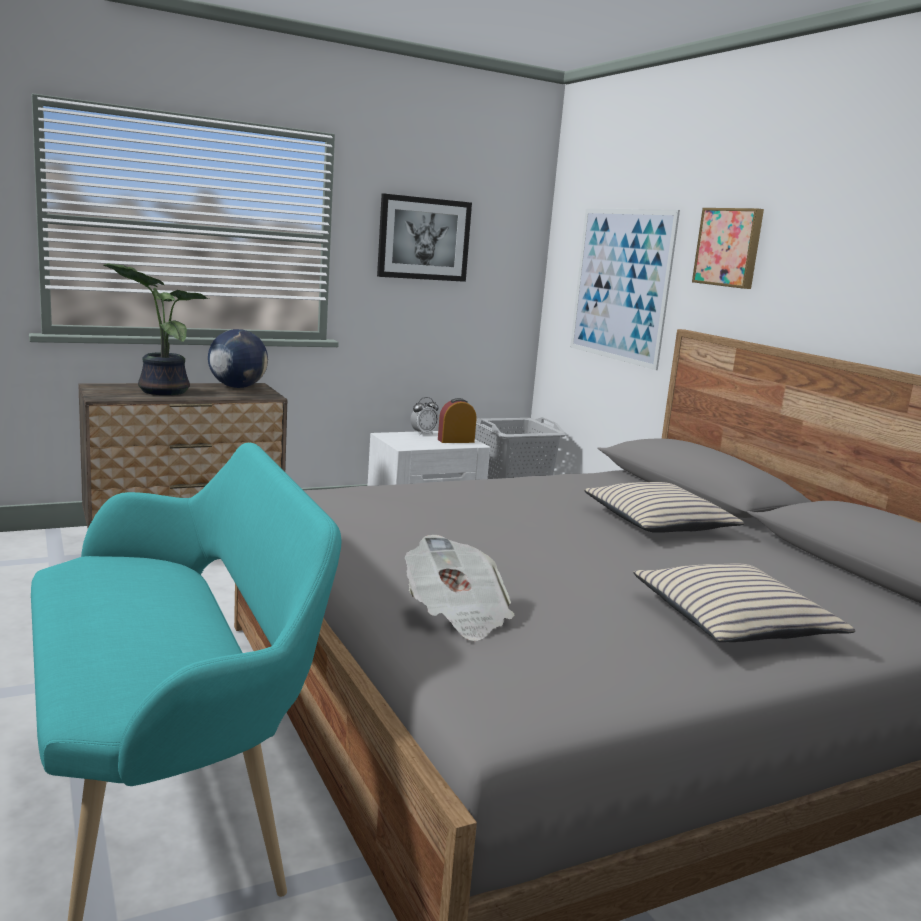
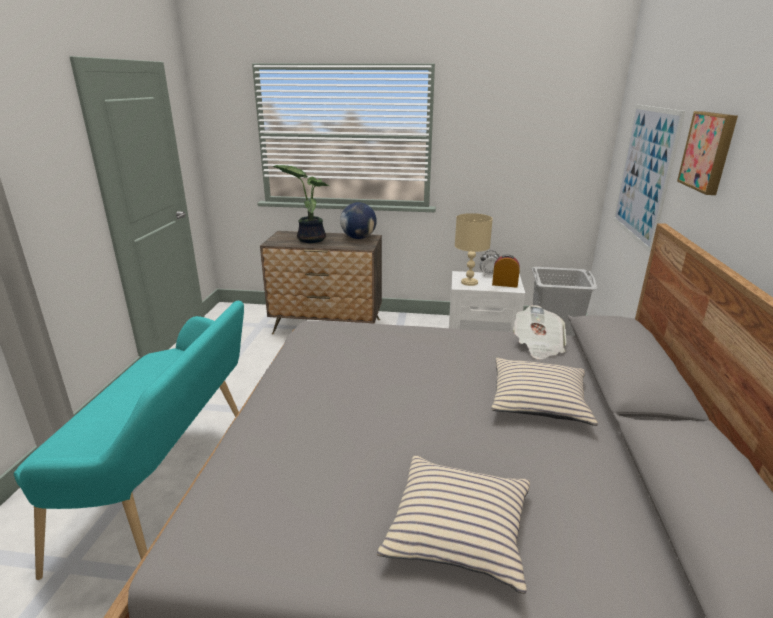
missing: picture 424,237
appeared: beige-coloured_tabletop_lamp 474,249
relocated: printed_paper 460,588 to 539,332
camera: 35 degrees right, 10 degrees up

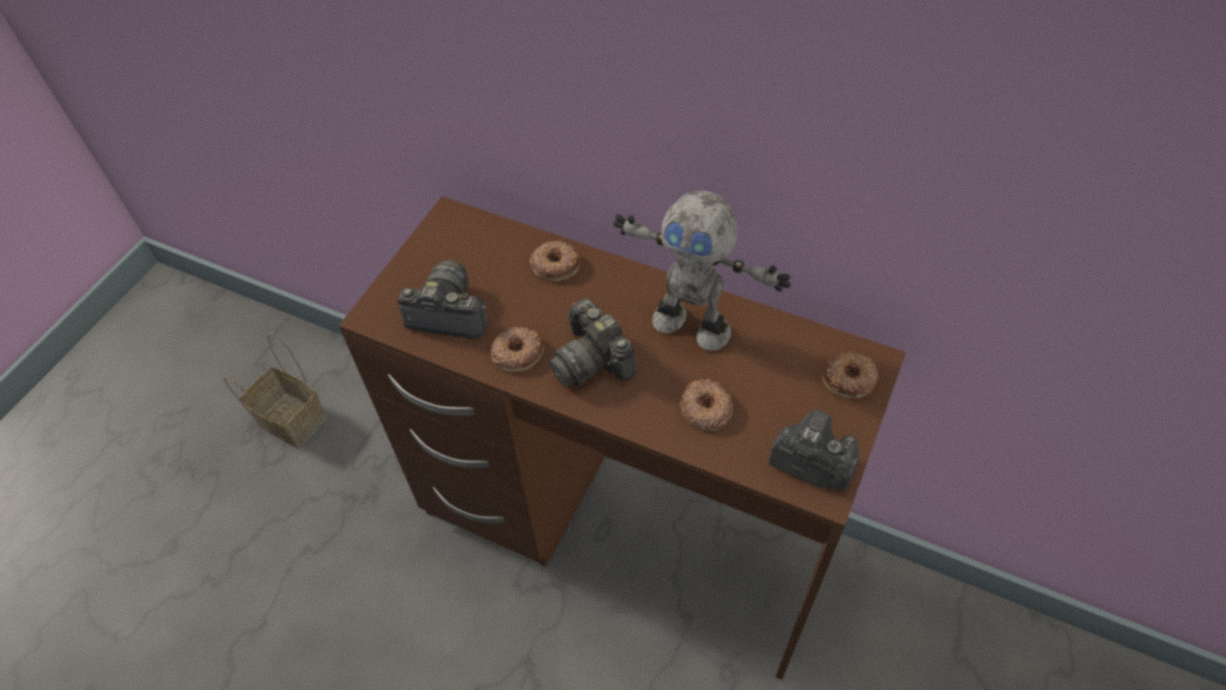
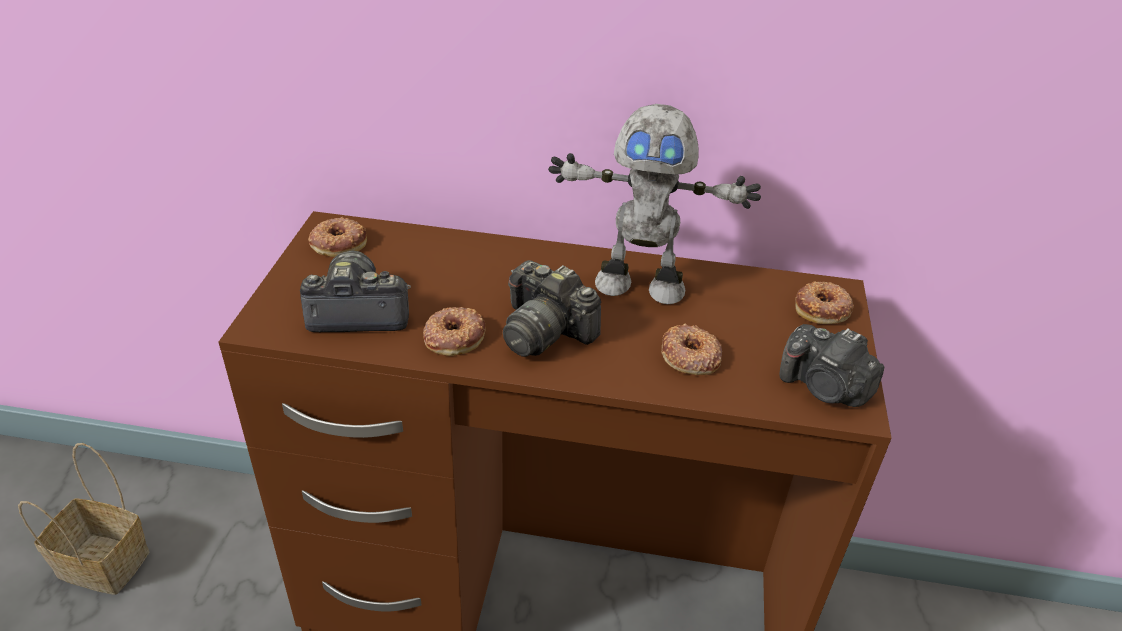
relocated: ring_doughnut 554,261 to 337,237
spun: photo_camera 813,450 = 831,365 150 degrees counterclockwise
camera: 20 degrees left, 15 degrees down

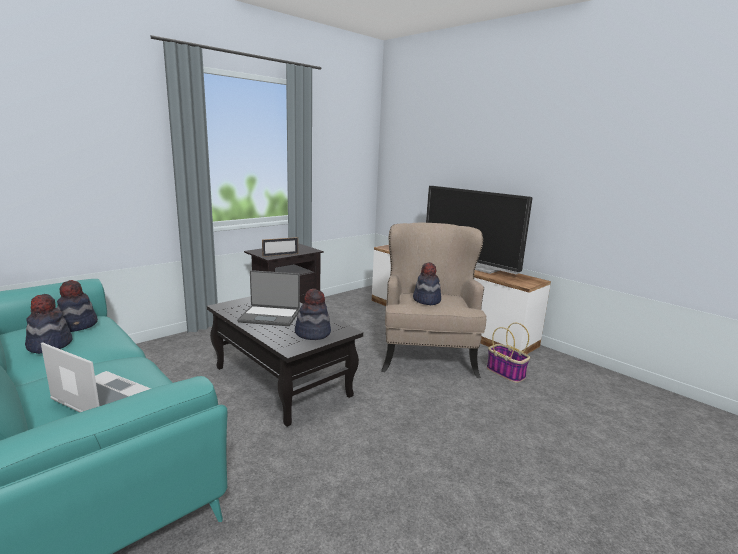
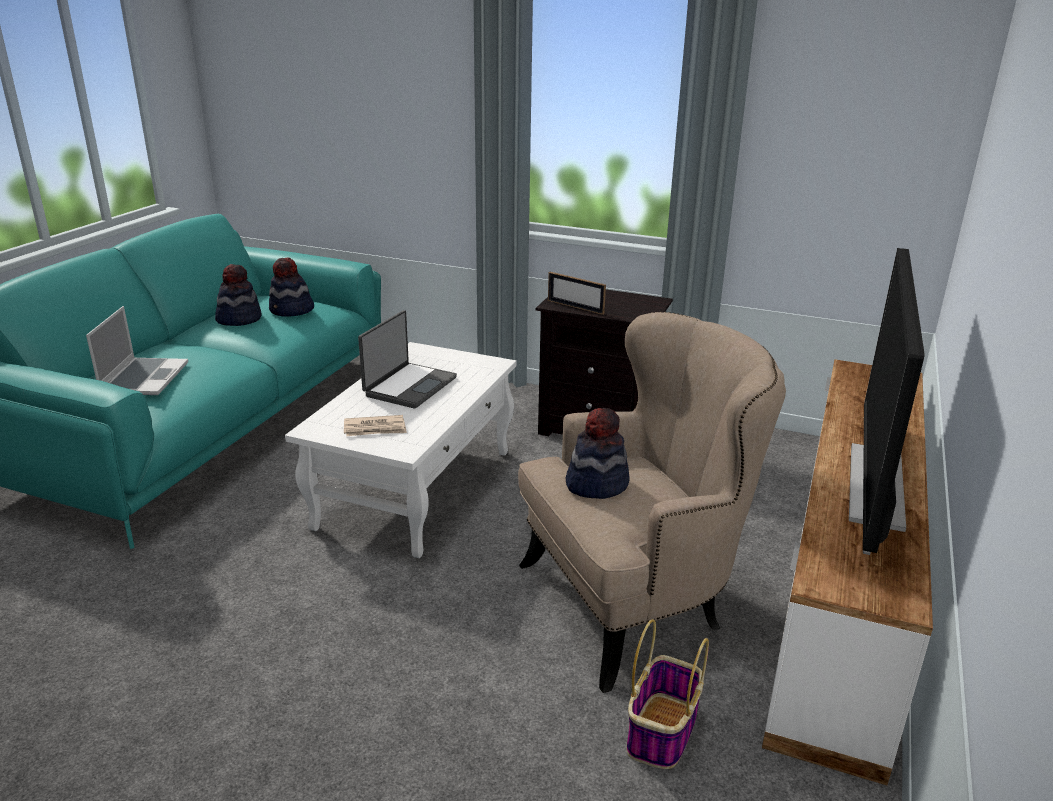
exchanged: hat 313,314 to printed_paper 375,425
colour: blackish_low_table 285,361 to whitish_low_table 401,450
spun: notebook_computer 268,298 = 407,359 135 degrees counterclockwise
camera: 65 degrees right, 10 degrees up

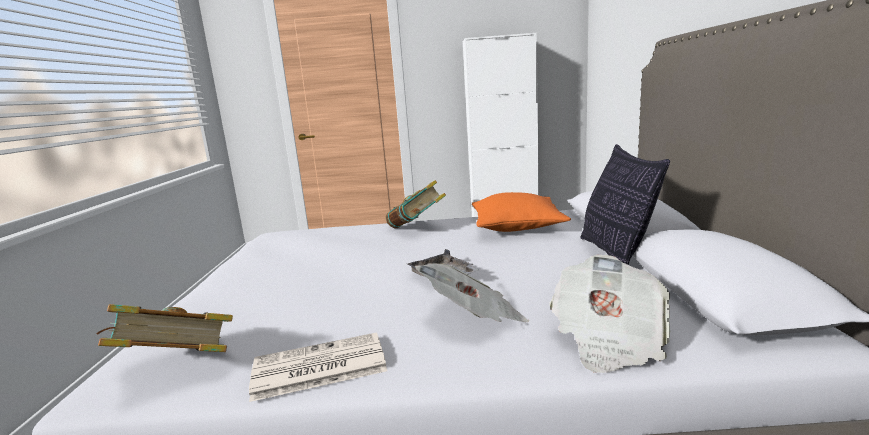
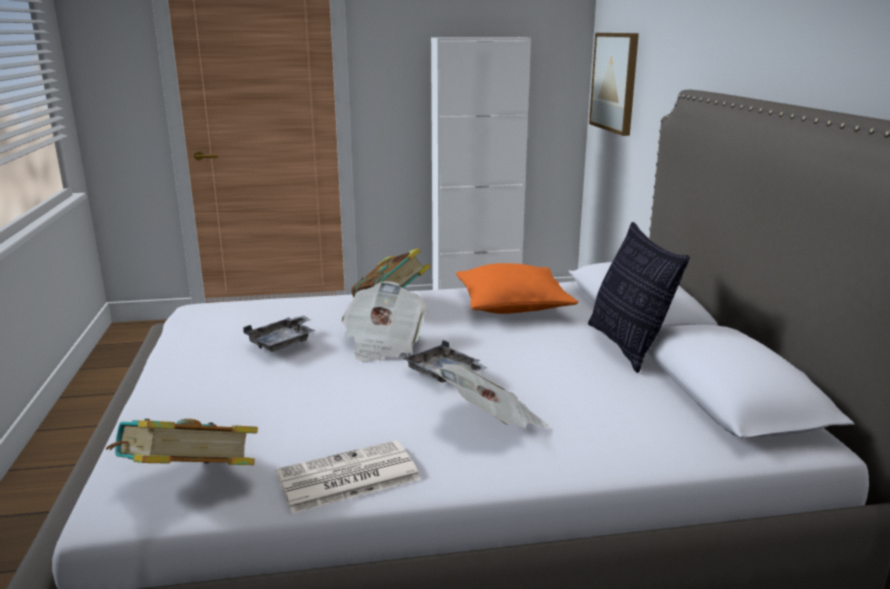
appeared: gray_tray 279,333; picture 614,84
relocated: printed_paper 610,314 to 384,321
camera: 10 degrees left, 5 degrees up

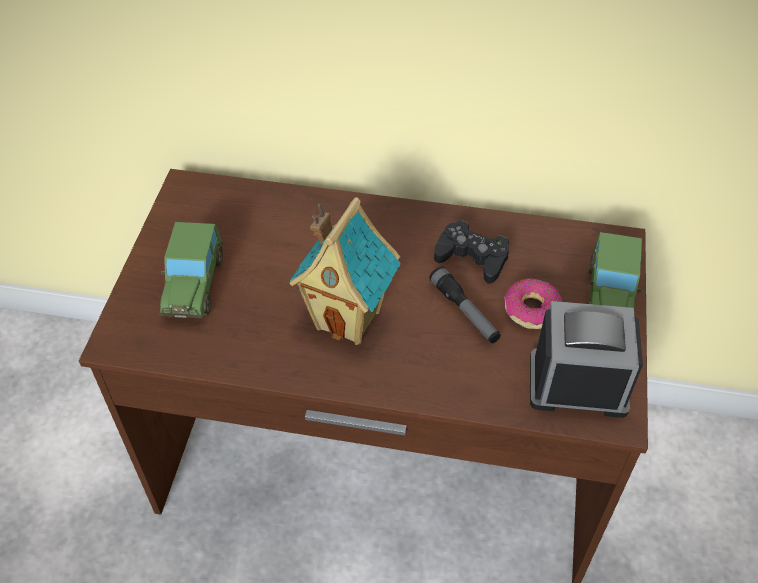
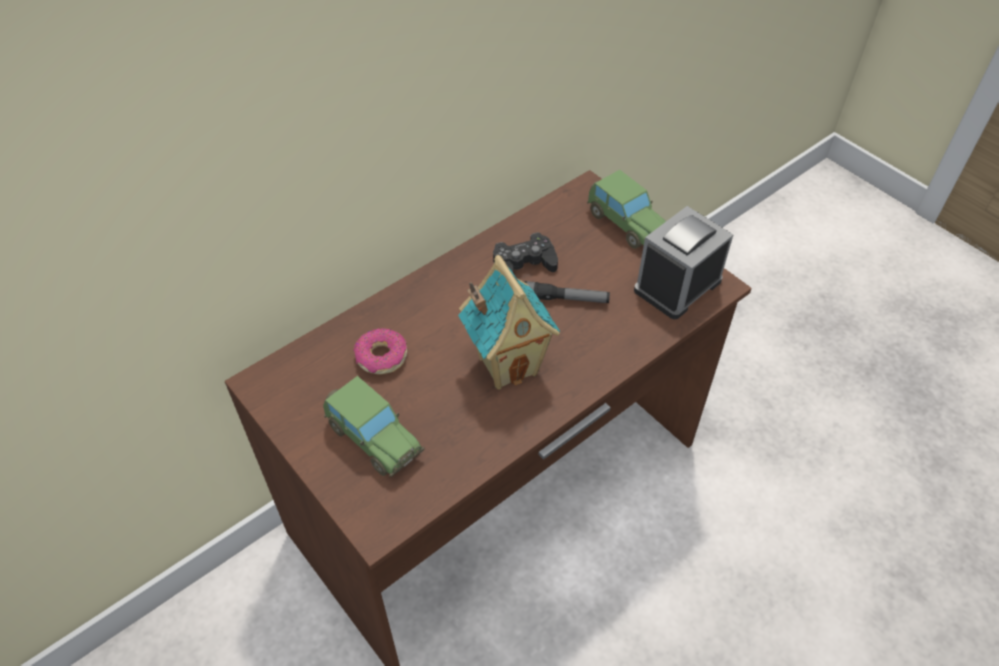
relocated: ring_doughnut 533,303 to 380,351
camera: 50 degrees left, 0 degrees up

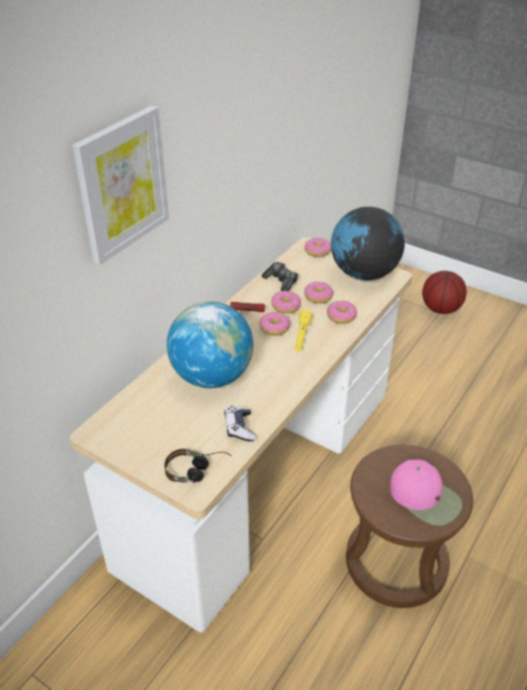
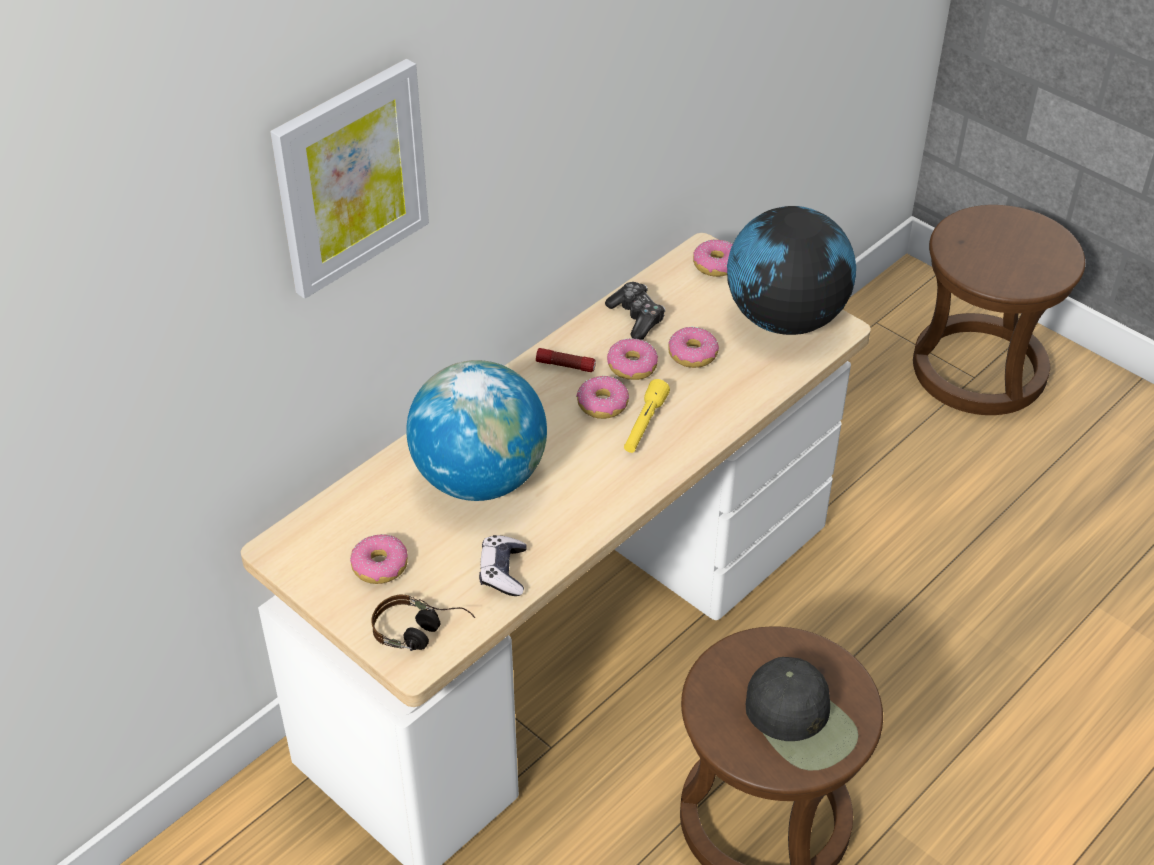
relocated: ring_doughnut 342,312 to 379,559
exchanged: basketball 444,292 to brownish_sitting_stool 999,310
colour: pinkish_cap 426,492 to blackish_cap 802,714
camera: 10 degrees right, 5 degrees up

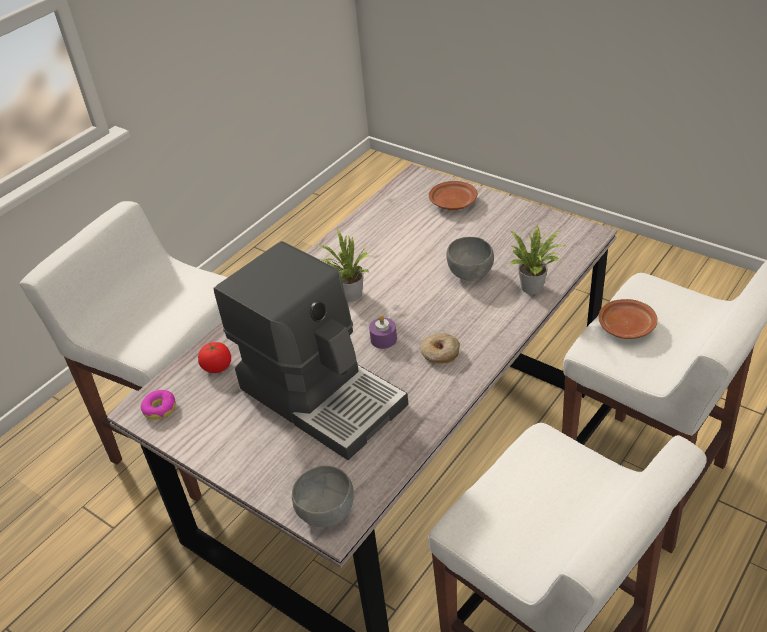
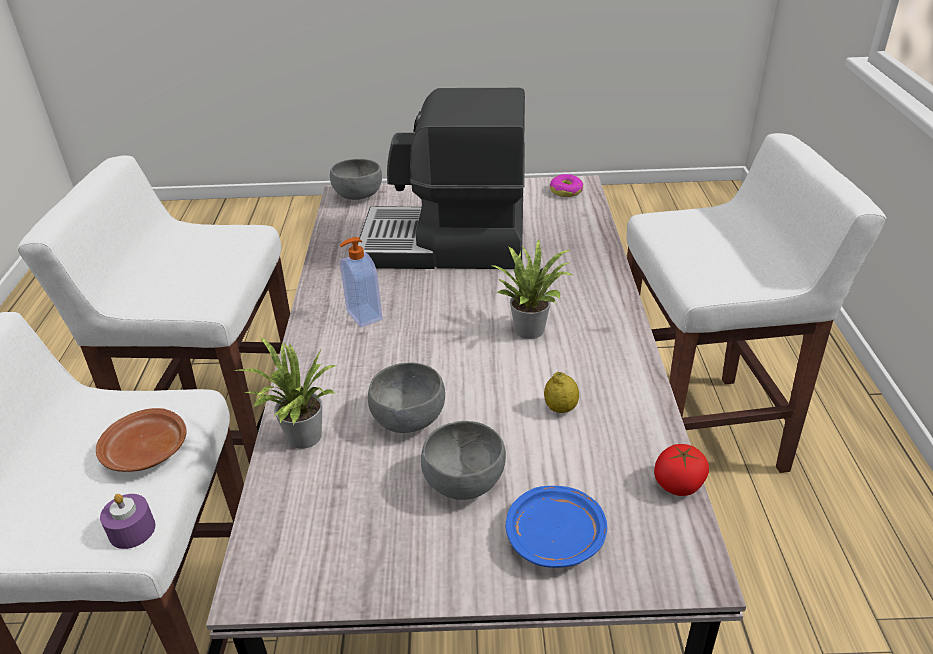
appeared: gray_deep_dish 463,460; lemon 561,392
relocated: fresh_tomato 214,357 to 681,470; purple_candle 383,332 to 127,521
exchanged: ring_doughnut 440,348 to soap_bottle 361,282
colour: brownish_flat_dish 453,195 to blue-coloured_flat_dish 556,527
camera: 140 degrees right, 5 degrees down

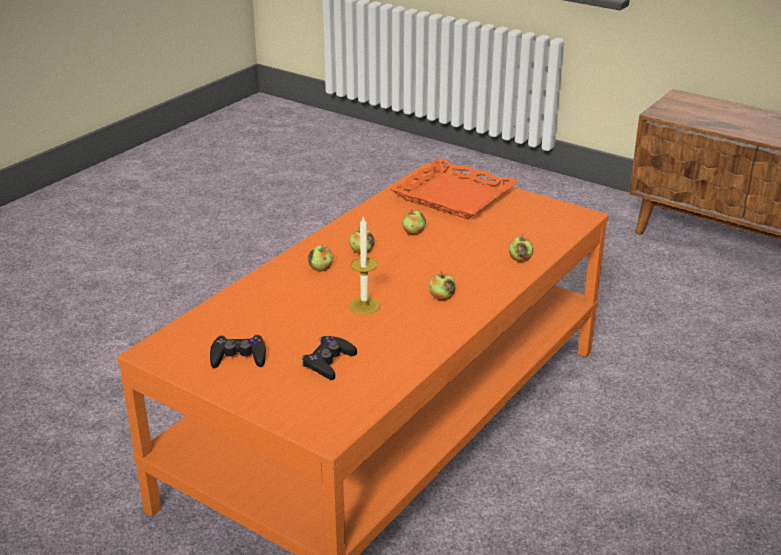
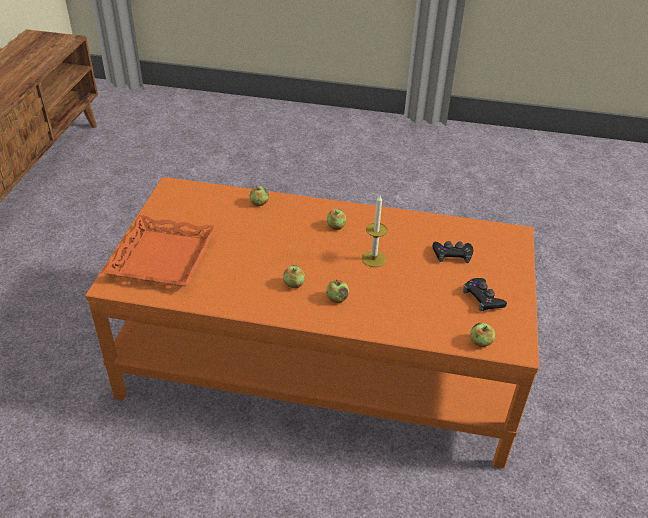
relocated: apple_fruit 414,222 to 482,335
camera: 115 degrees left, 10 degrees up

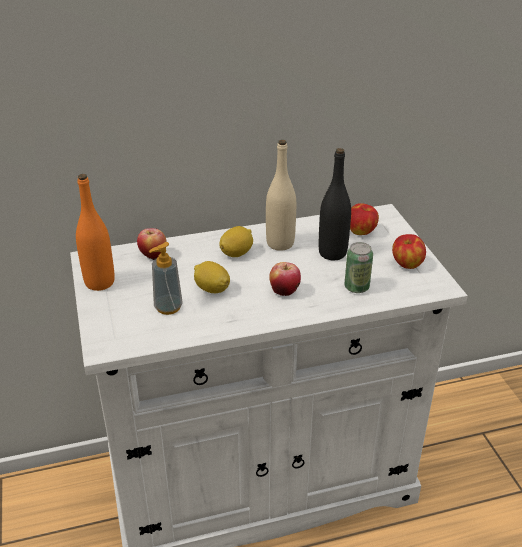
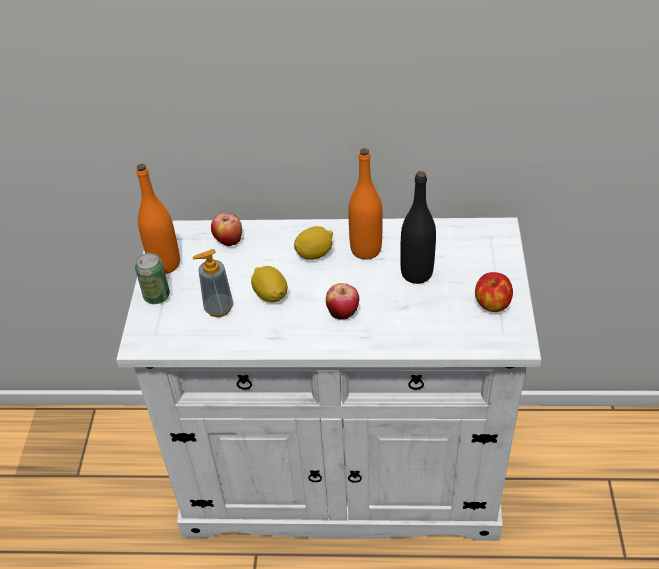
missing: apple_fruit 364,219
relocated: can 358,267 to 152,278
colour: beige-coloured_beverage_bottle 281,195 to orangey_beverage_bottle 365,204
camera: 20 degrees right, 10 degrees up

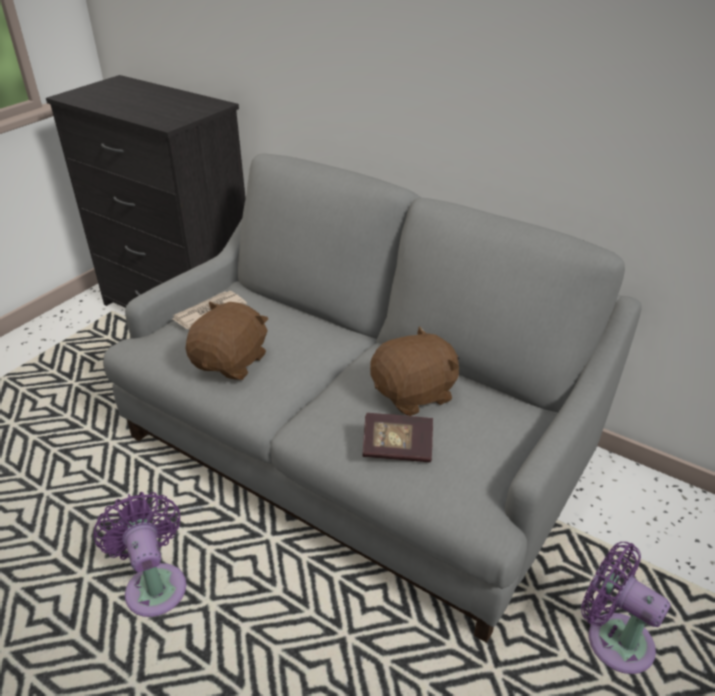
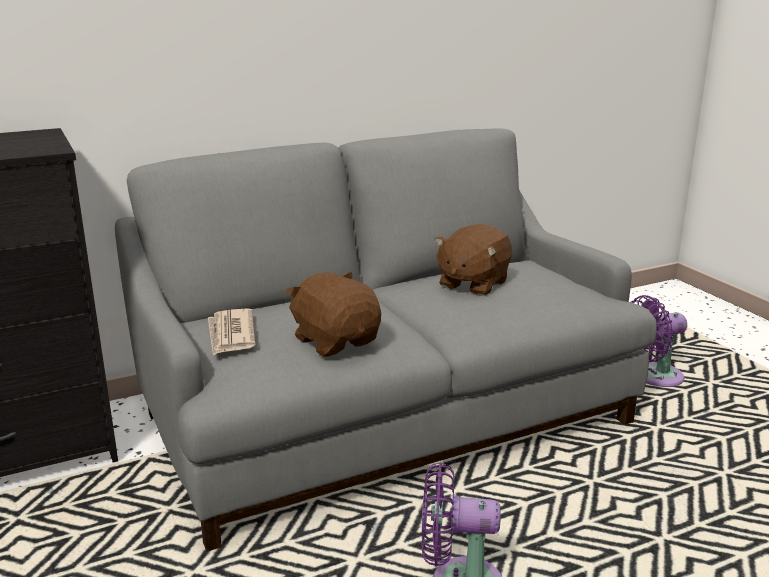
missing: book 397,437
spun: brownish_soft_toy 414,371 = 473,260 150 degrees counterclockwise
camera: 60 degrees left, 15 degrees down

